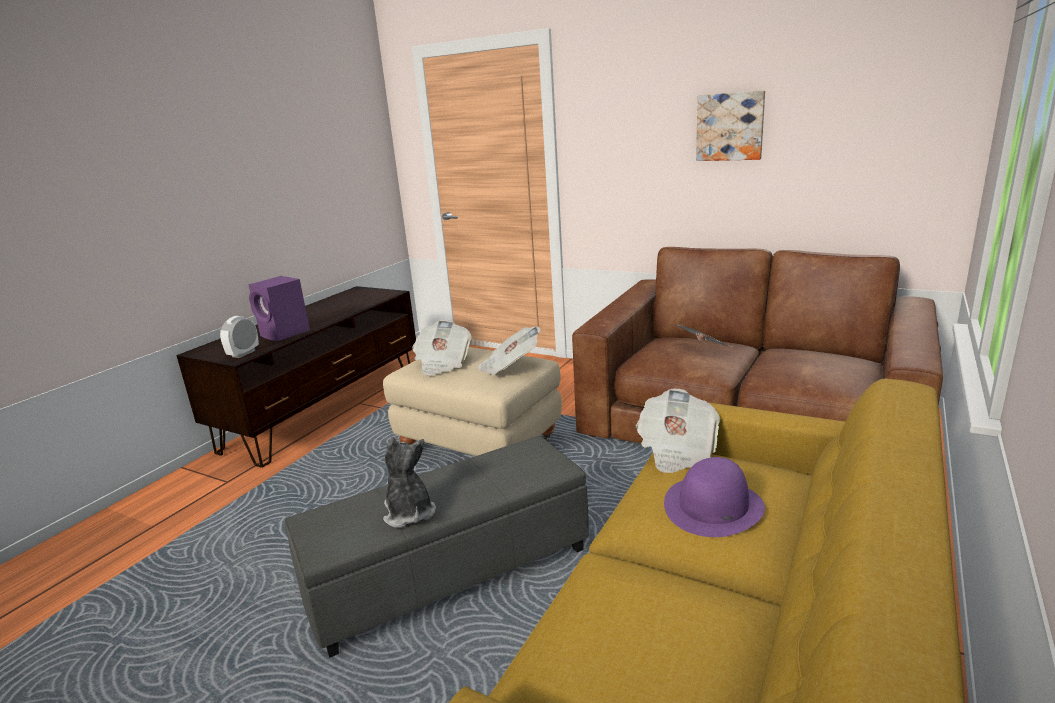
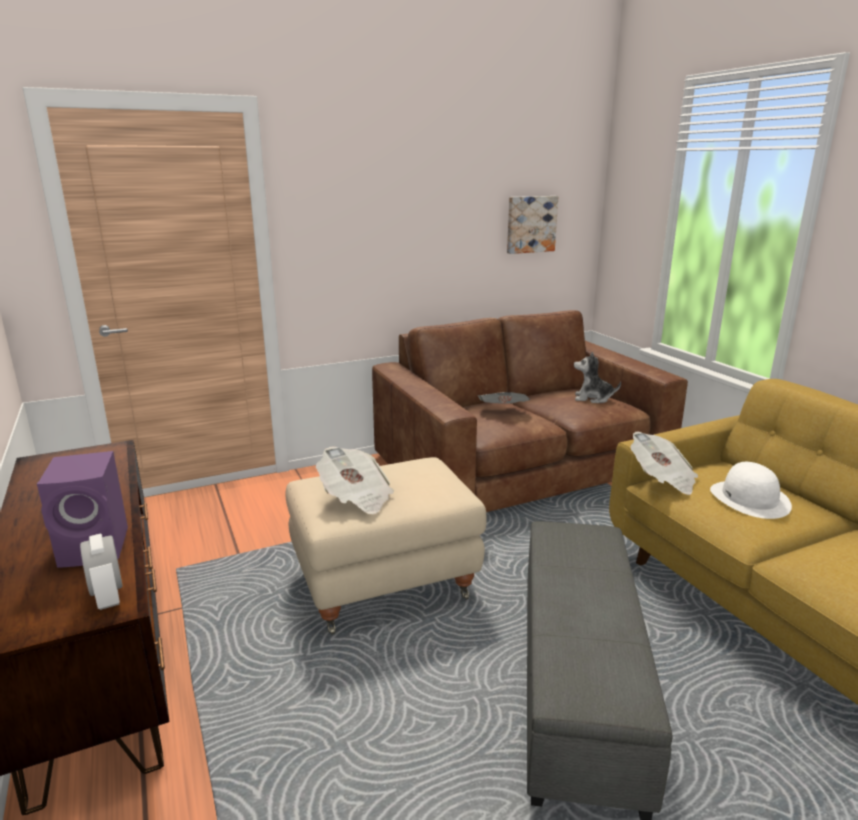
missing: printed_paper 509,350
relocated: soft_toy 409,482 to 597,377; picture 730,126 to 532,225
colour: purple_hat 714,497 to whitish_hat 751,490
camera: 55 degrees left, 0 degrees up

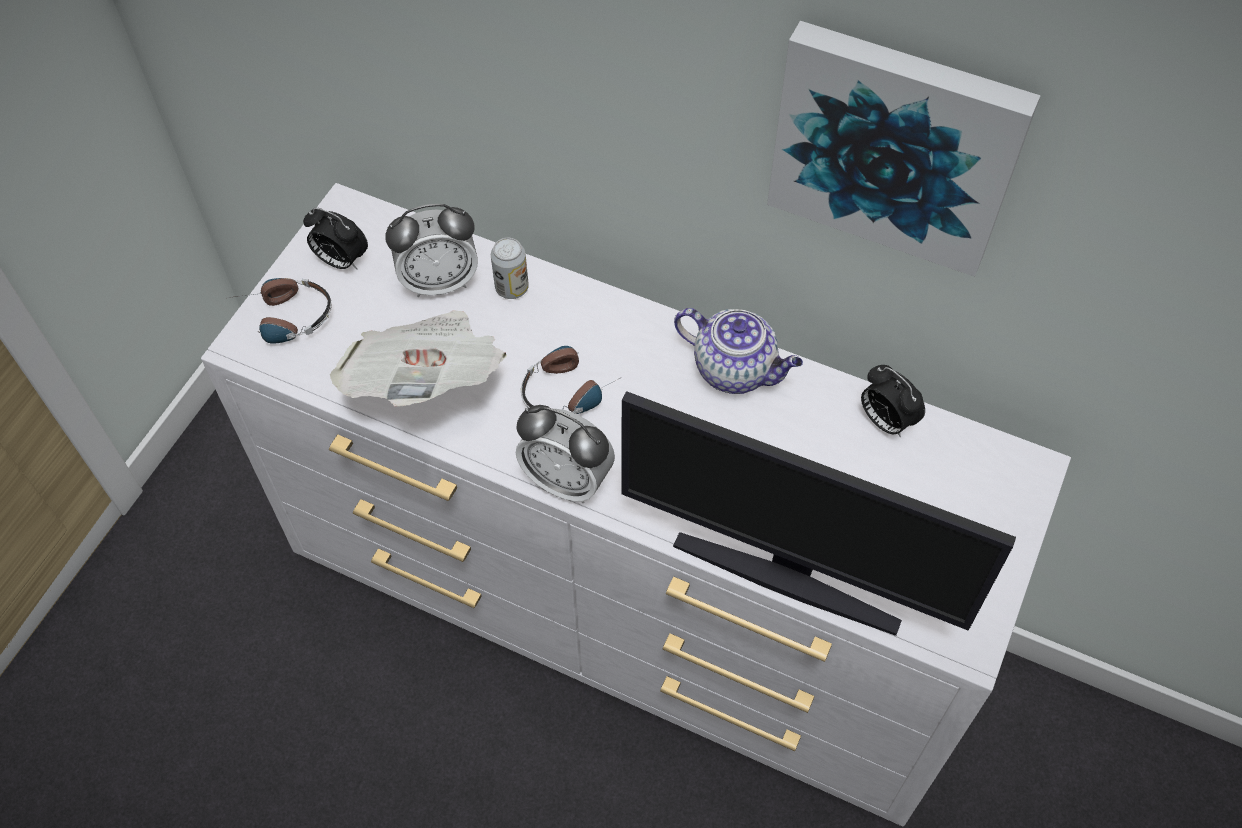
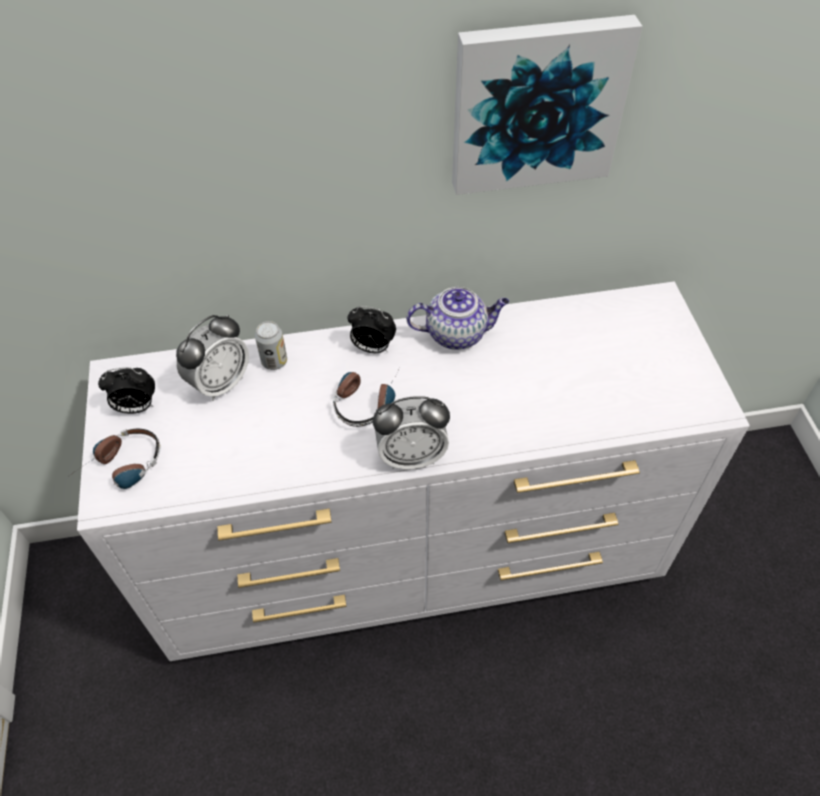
missing: printed_paper 418,358; computer_display 818,513
relocated: table_clock 893,401 to 372,329
camera: 35 degrees left, 5 degrees down

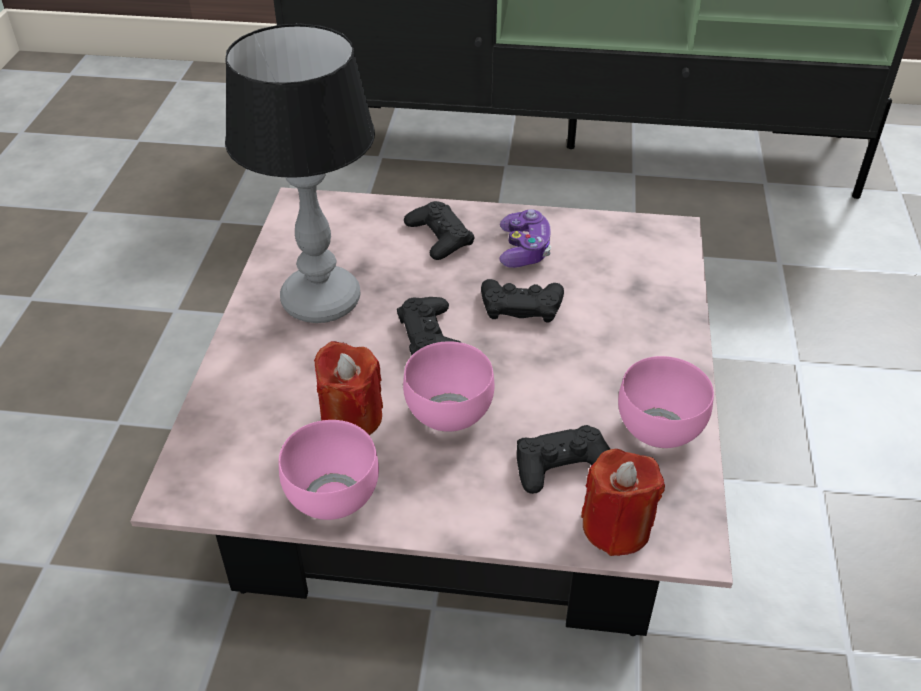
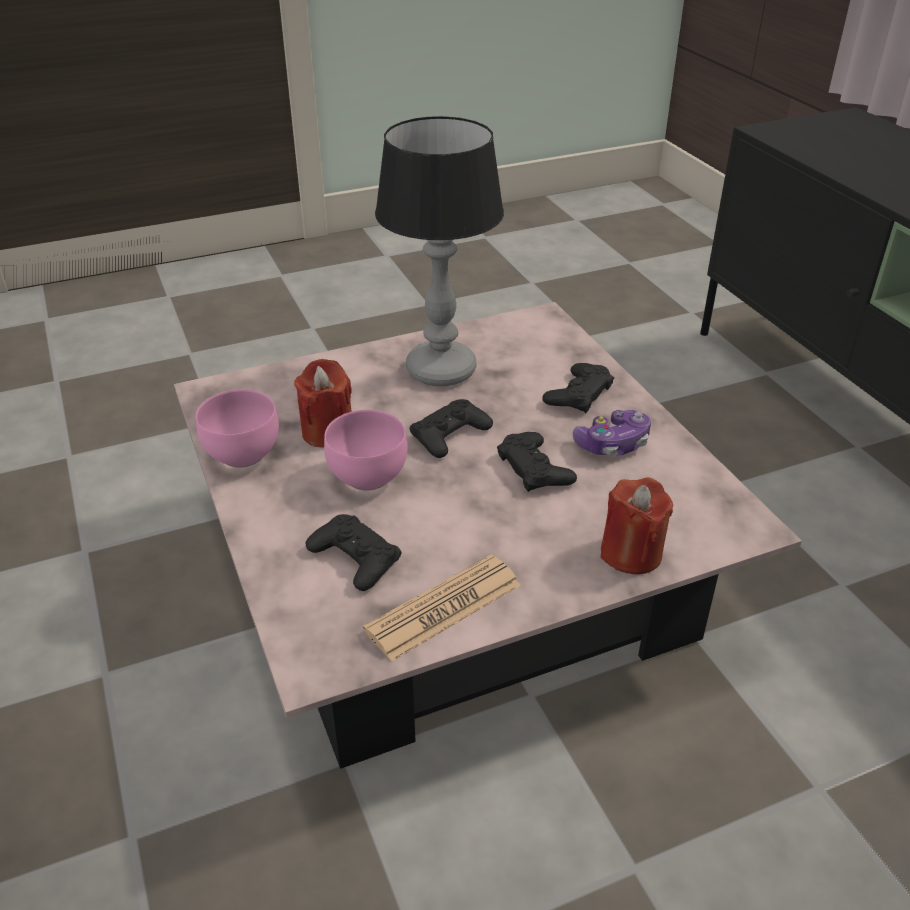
relocated: red-coloured_candle 623,502 to 636,526
exchanged: pinkish_deep_dish 666,402 to printed_paper 442,608
camera: 60 degrees right, 5 degrees down

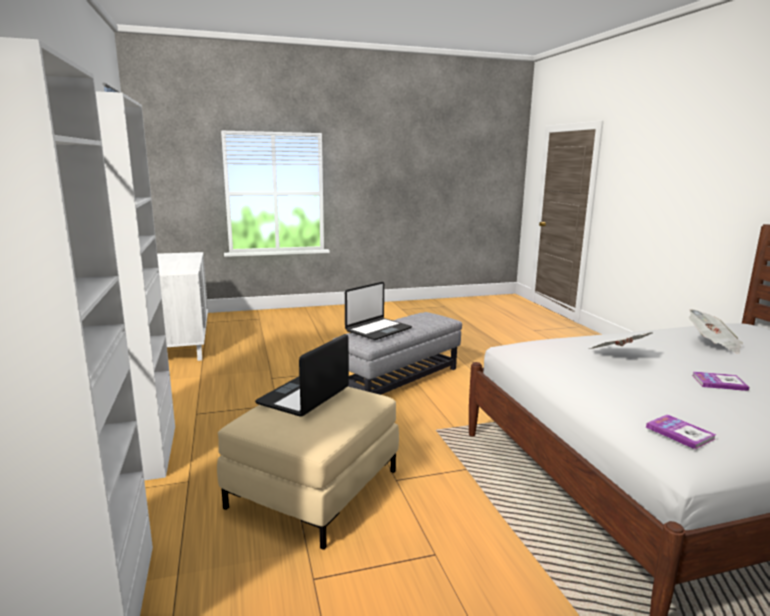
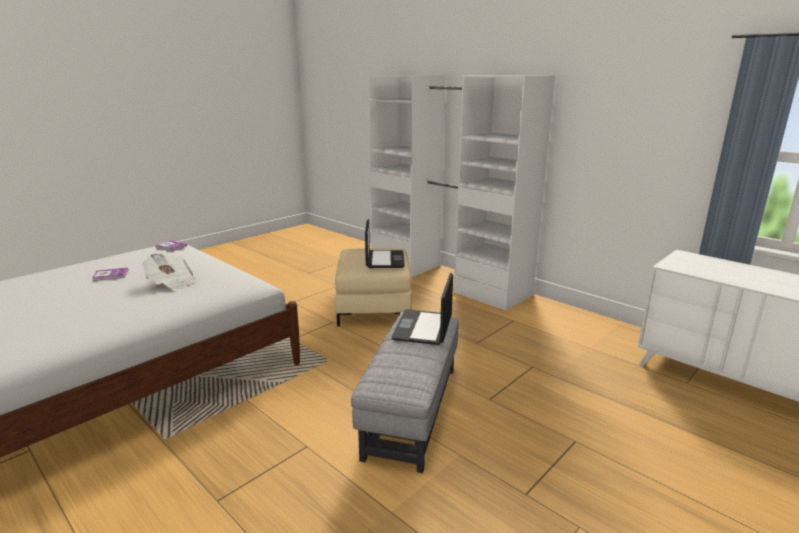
missing: printed_paper 716,331
camera: 150 degrees right, 5 degrees up

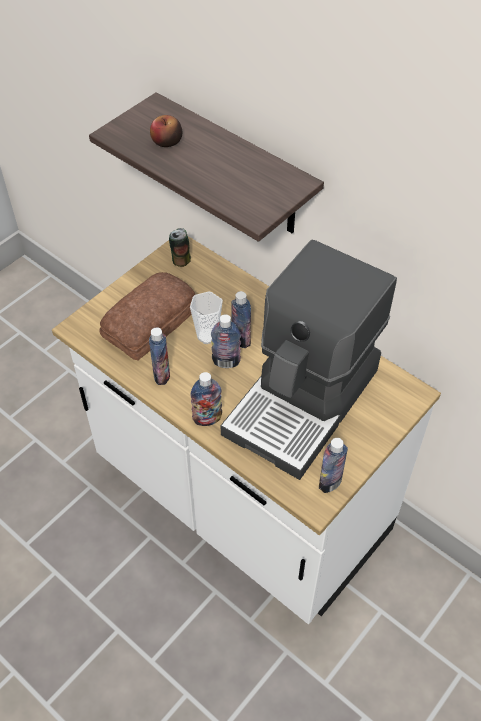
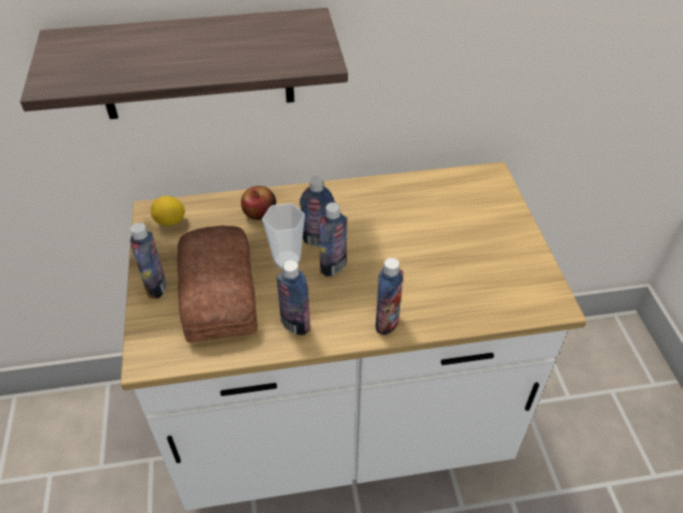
missing: coffee_machine 309,359
relocated: apple_fruit 166,131 to 258,203; beverage_bottle 333,465 to 148,261
exchanged: can 180,247 to lemon 168,211
camera: 50 degrees left, 5 degrees down

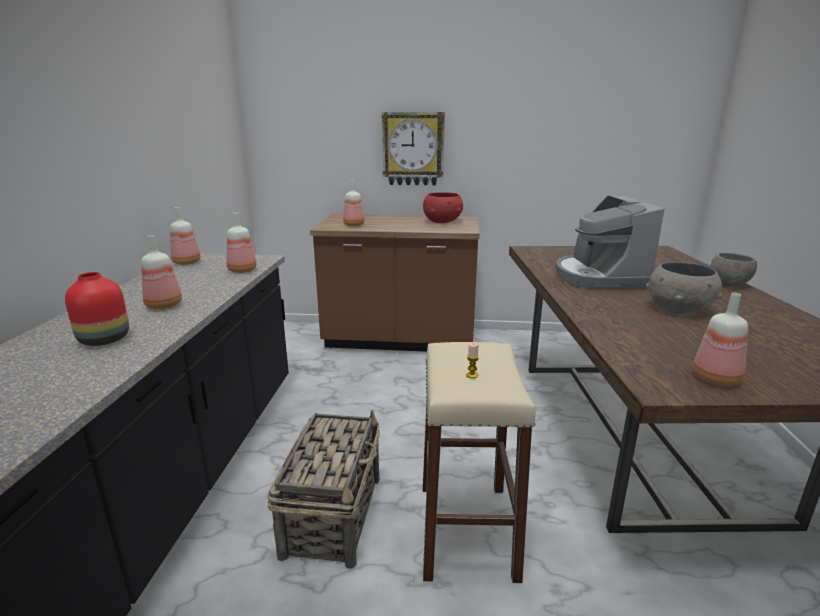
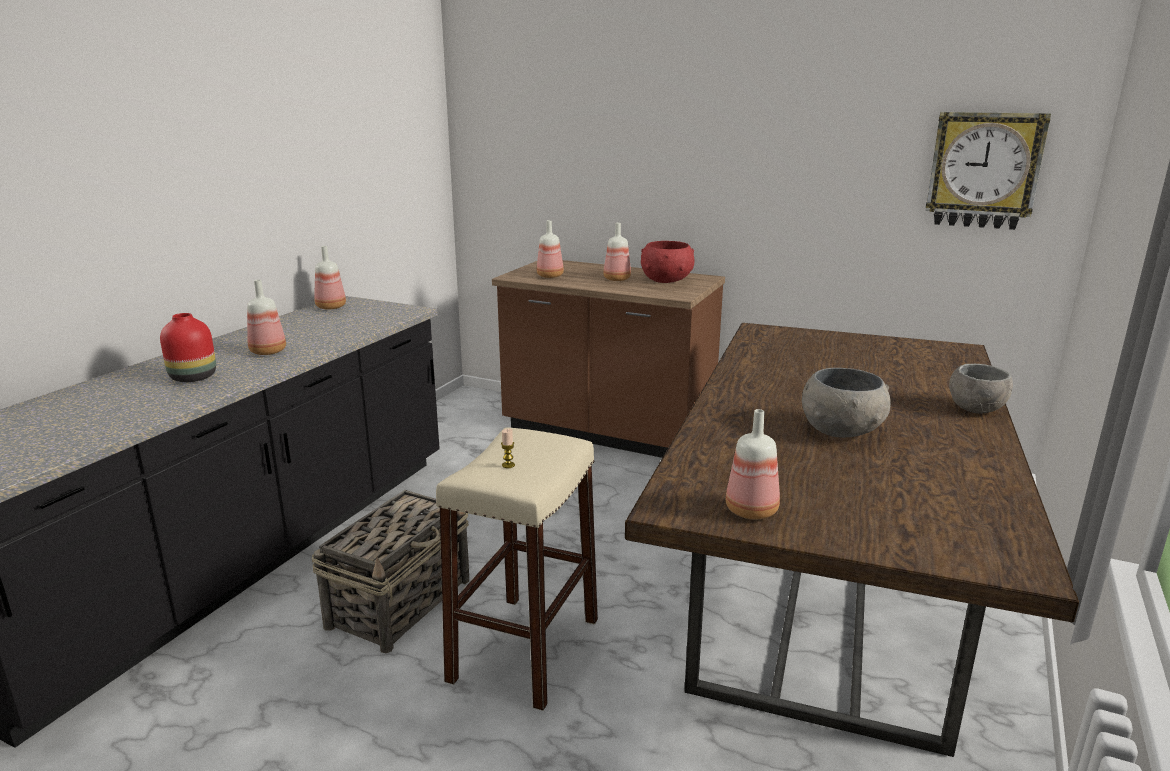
missing: coffee_machine 610,242
relocated: beverage_bottle 241,242 to 617,252; hanging_clock 413,149 to 988,171
camera: 20 degrees right, 0 degrees up

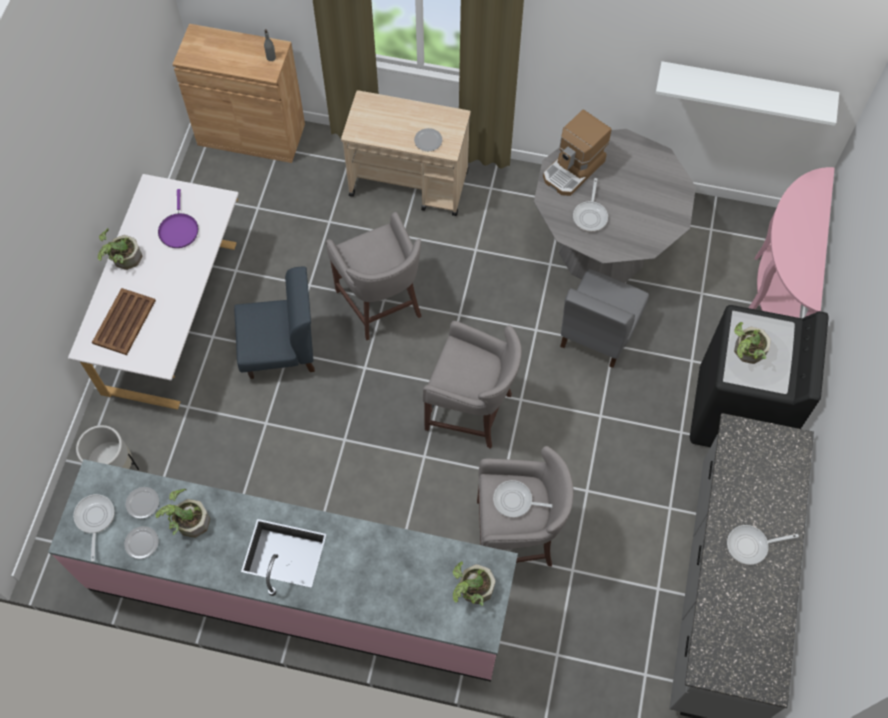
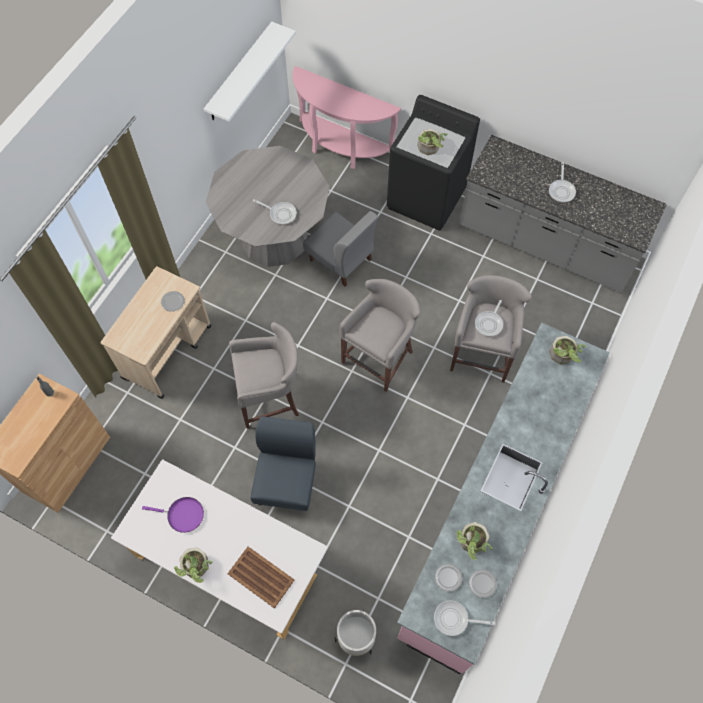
missing: coffee_machine 577,153
camera: 75 degrees left, 0 degrees up

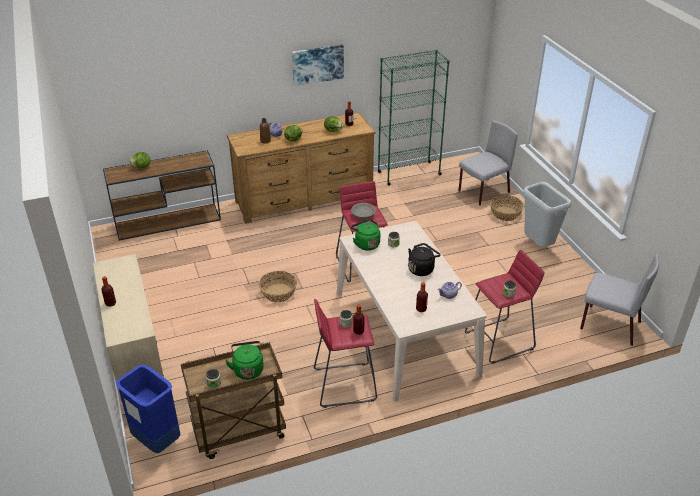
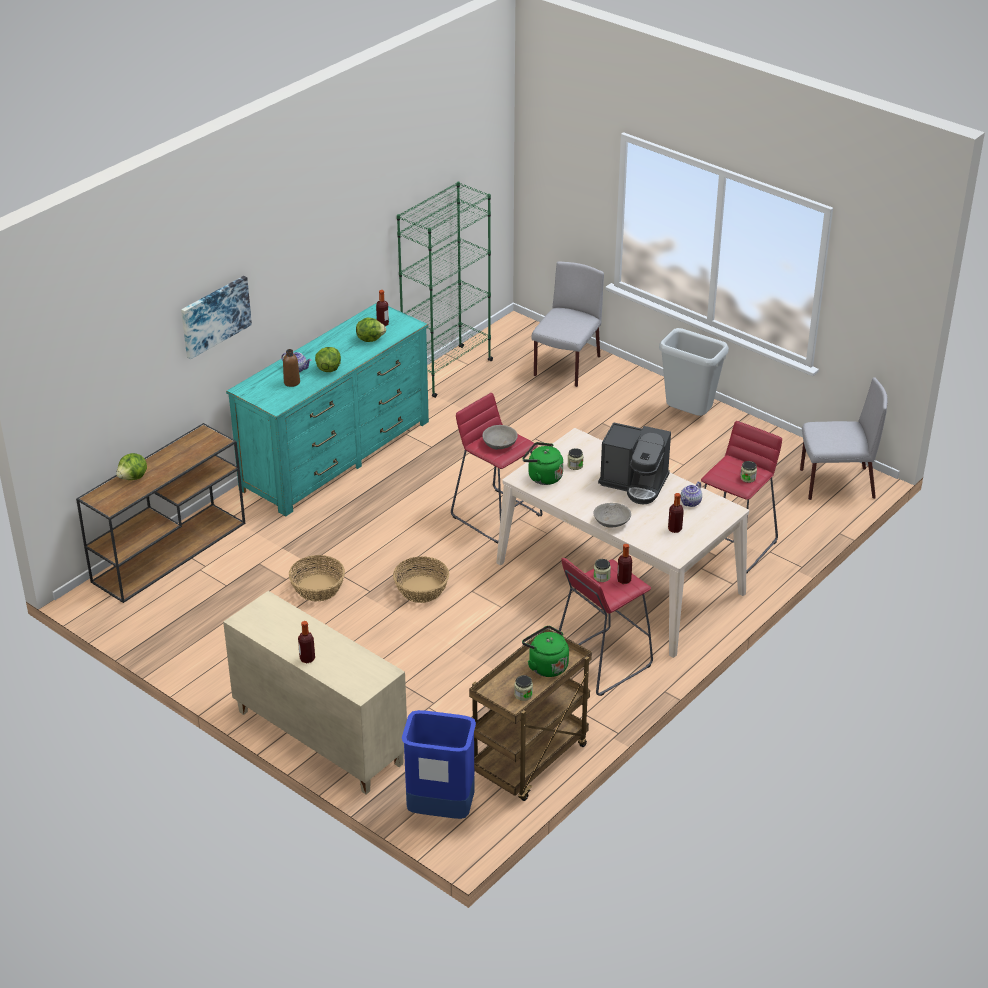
appeared: gray_deep_dish 612,515
relocated: picture 318,65 to 216,317; storage_basket 507,208 to 317,578
exchanged: blackish_tea_kettle 424,259 to coffee_machine 634,463
colour: brownish_dresser 301,168 to turquoise_dresser 327,409
camera: 30 degrees left, 0 degrees up

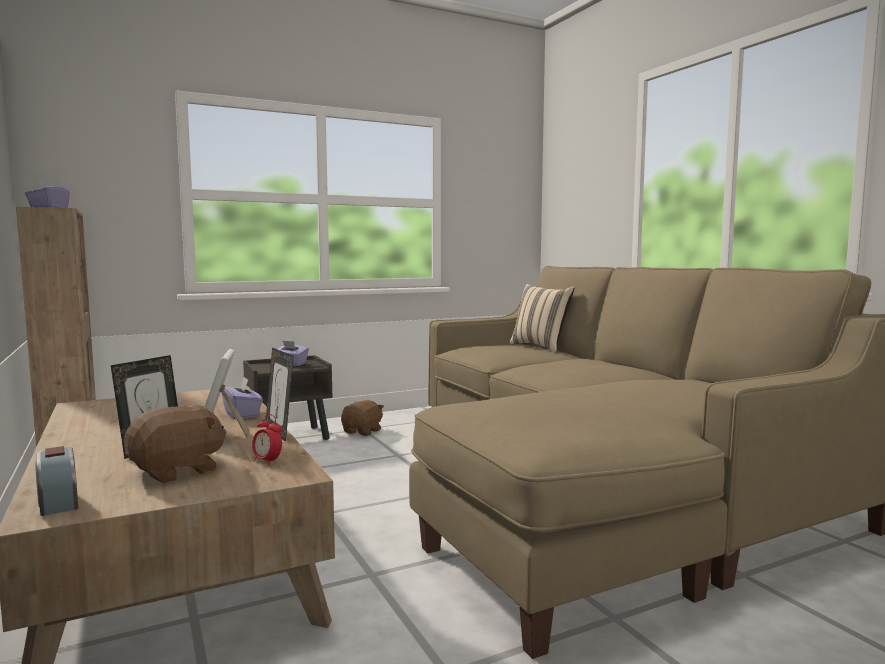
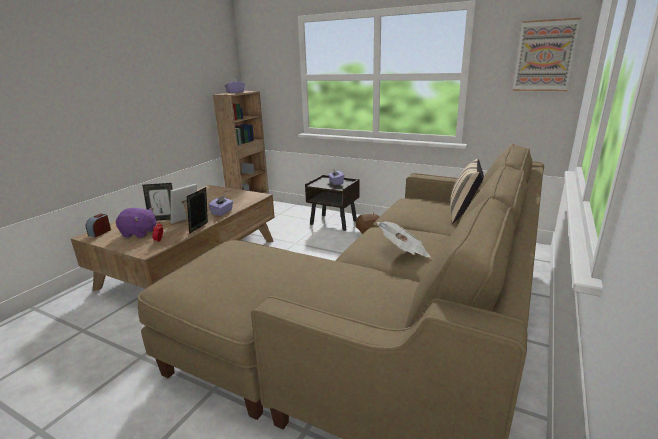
appeared: printed_paper 404,239; picture 547,54
colour: brownish_soft_toy 175,444 to purple_soft_toy 136,223
camera: 55 degrees right, 15 degrees up

